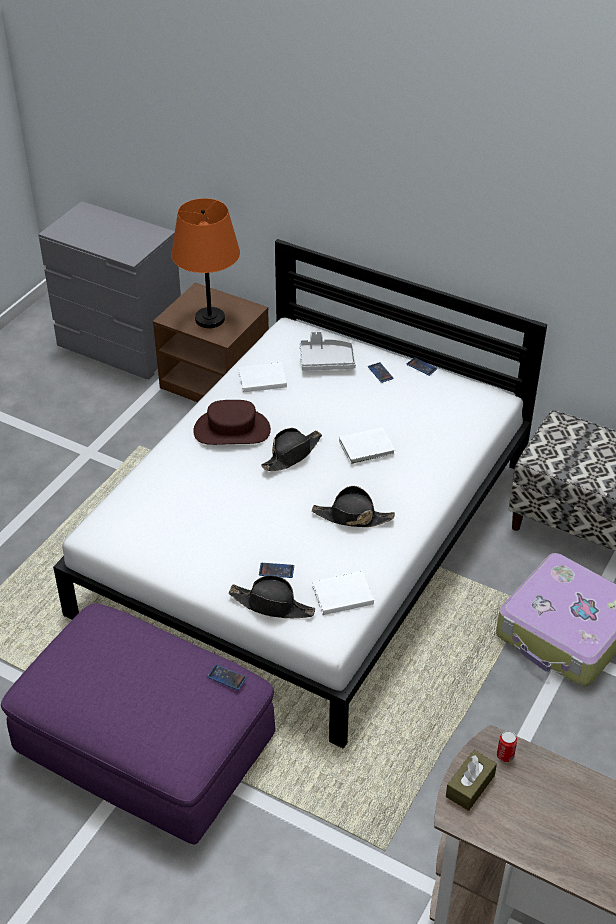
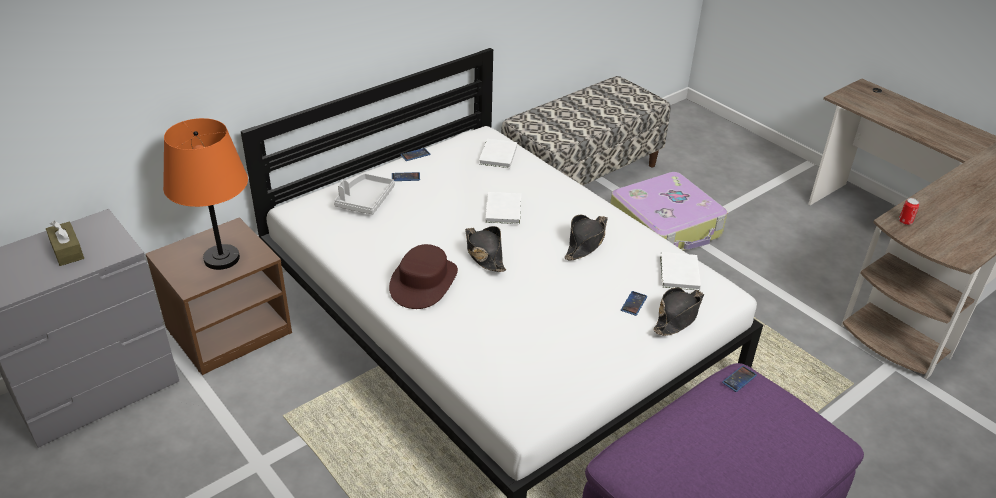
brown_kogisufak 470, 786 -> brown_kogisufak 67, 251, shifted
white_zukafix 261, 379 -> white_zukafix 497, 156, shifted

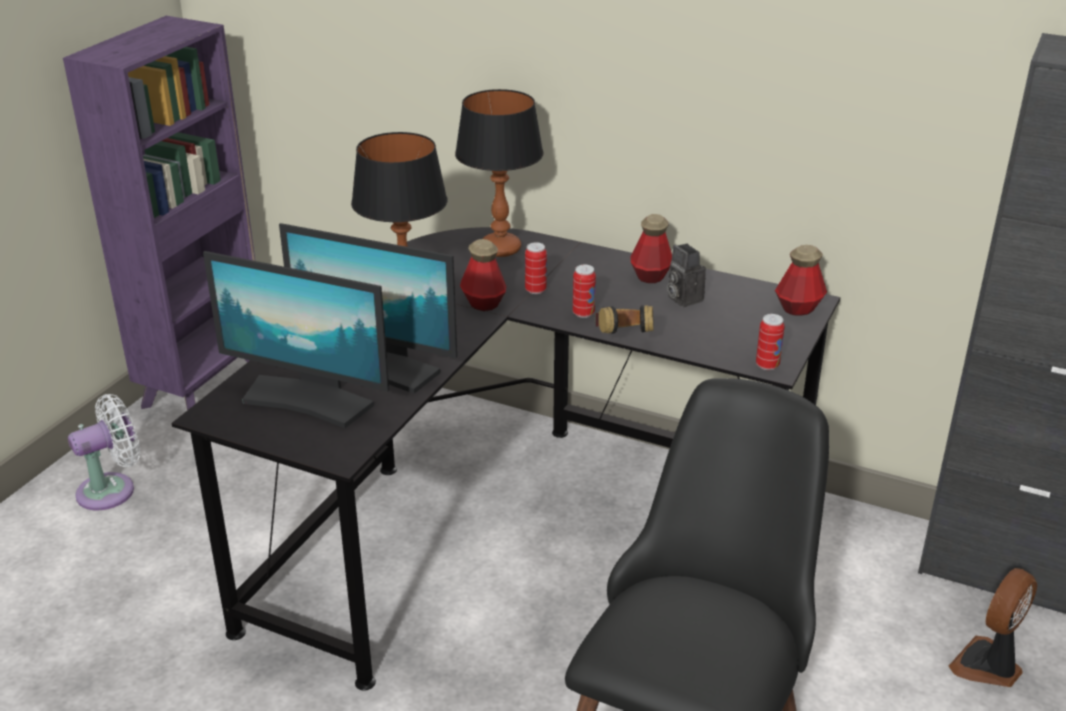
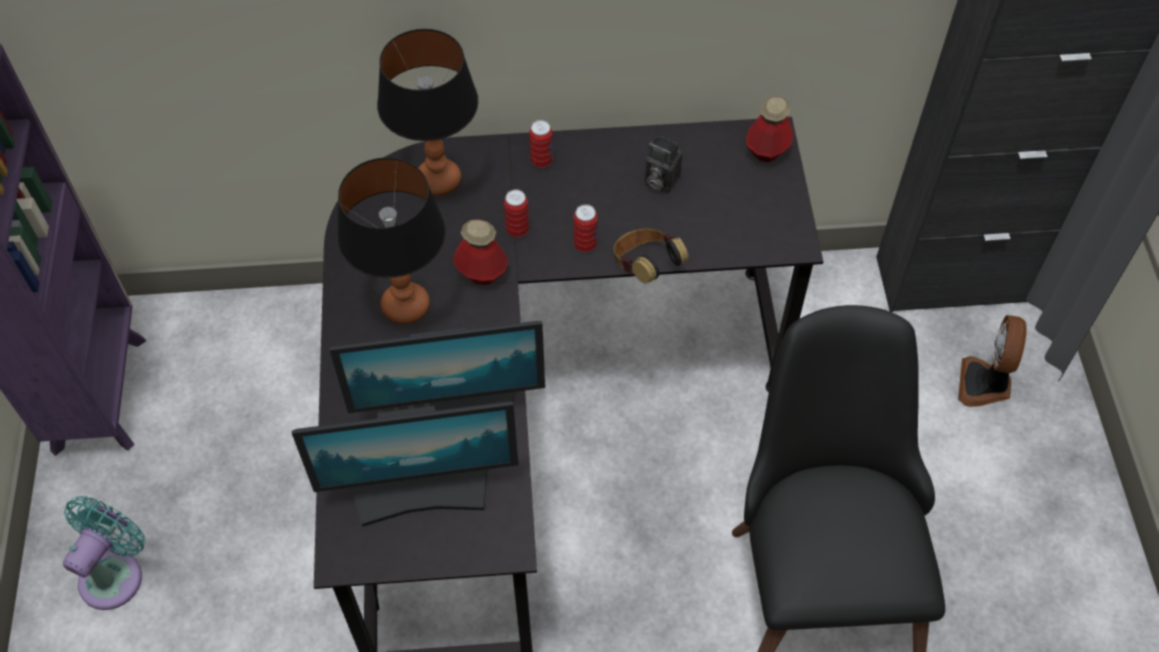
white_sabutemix 112, 490 -> turquoise_sabutemix 115, 573
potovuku 767, 365 -> potovuku 541, 161, shifted
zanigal 650, 276 -> none

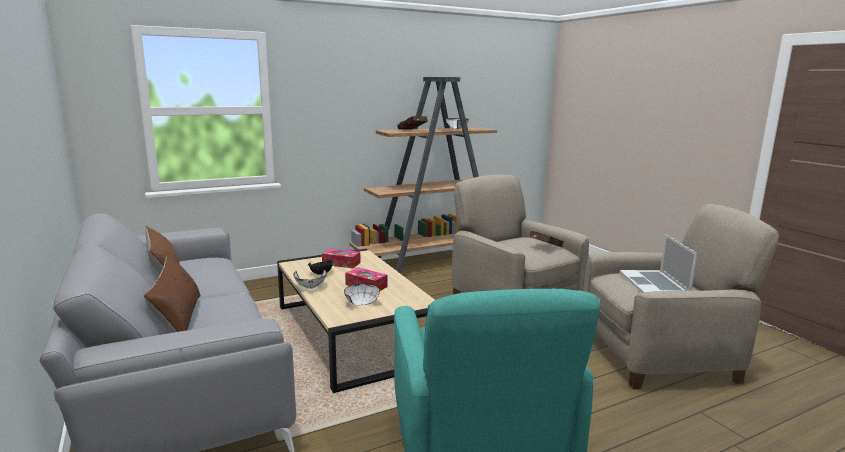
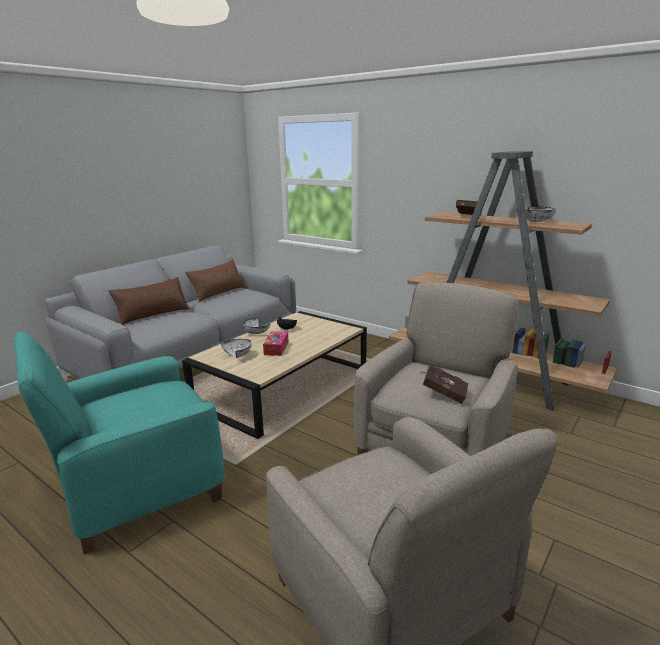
kogisufak 341, 263 -> none
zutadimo 654, 283 -> none

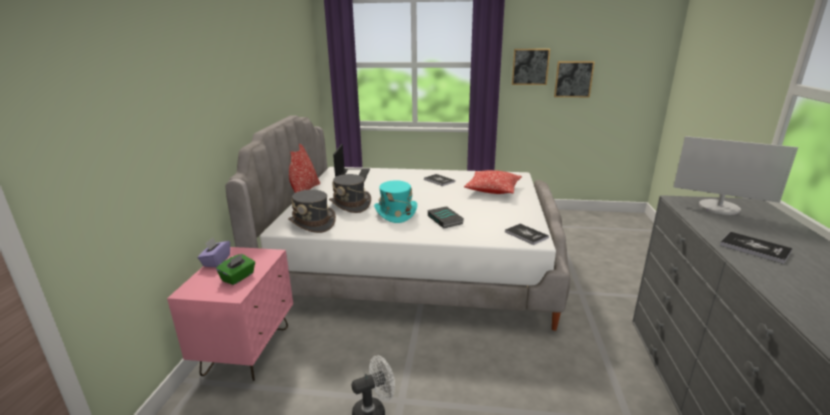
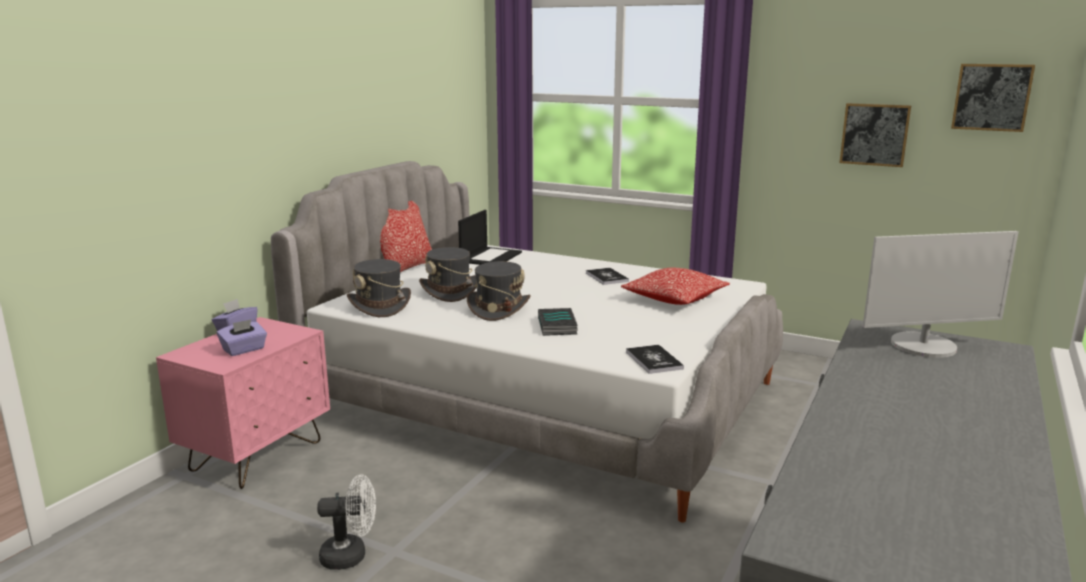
green_kogisufak 238, 277 -> purple_kogisufak 244, 350
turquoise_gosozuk 395, 213 -> grey_gosozuk 498, 308
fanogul 719, 207 -> fanogul 924, 346, 60 degrees counterclockwise
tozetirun 530, 66 -> tozetirun 991, 97, shifted
zukafix 754, 248 -> none

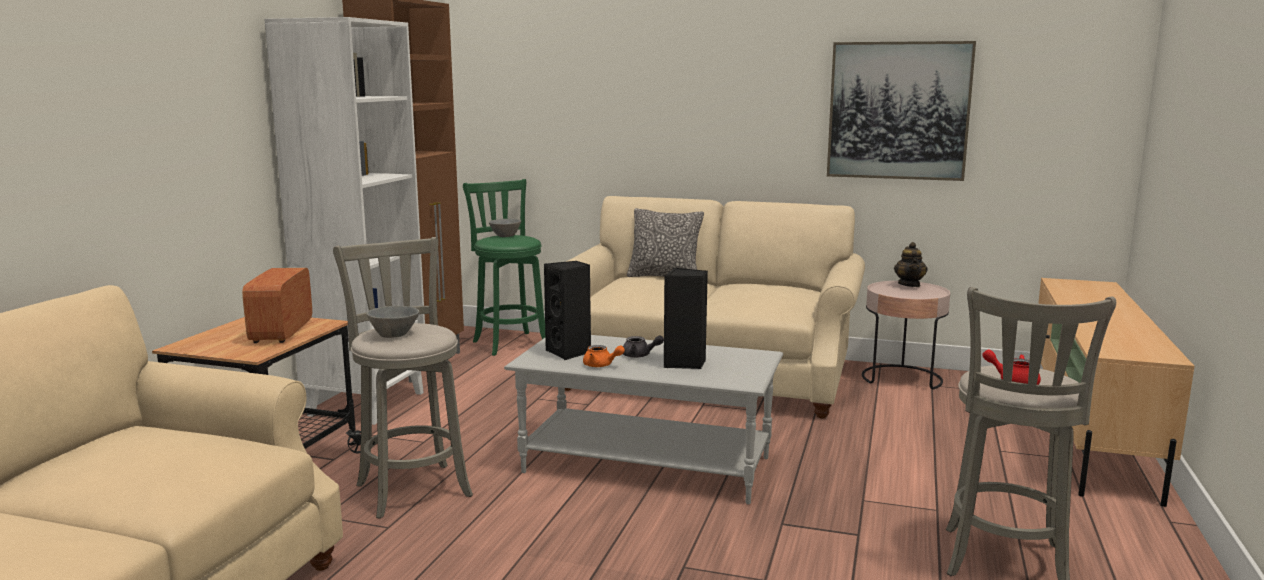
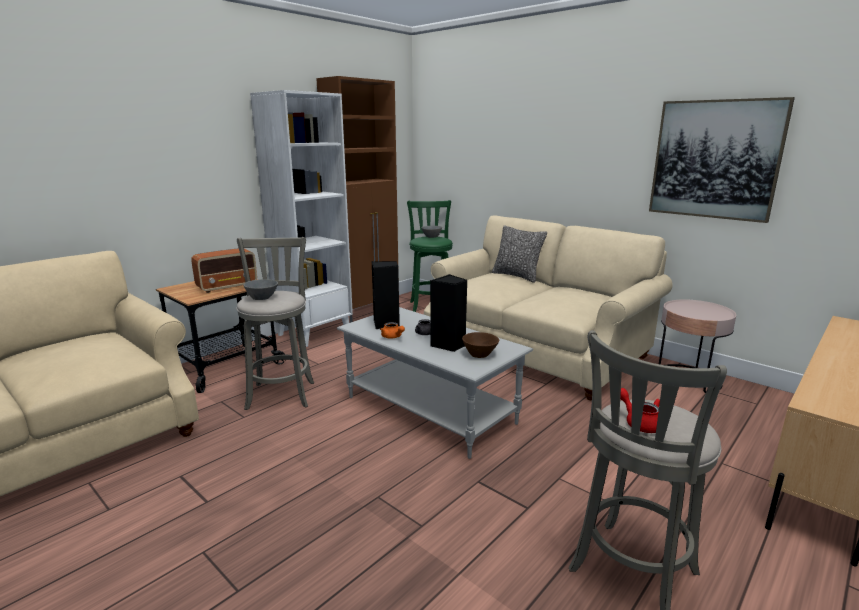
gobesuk 281, 332 -> gobesuk 228, 286, 150 degrees counterclockwise
none -> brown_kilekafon 481, 354
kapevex 909, 284 -> none

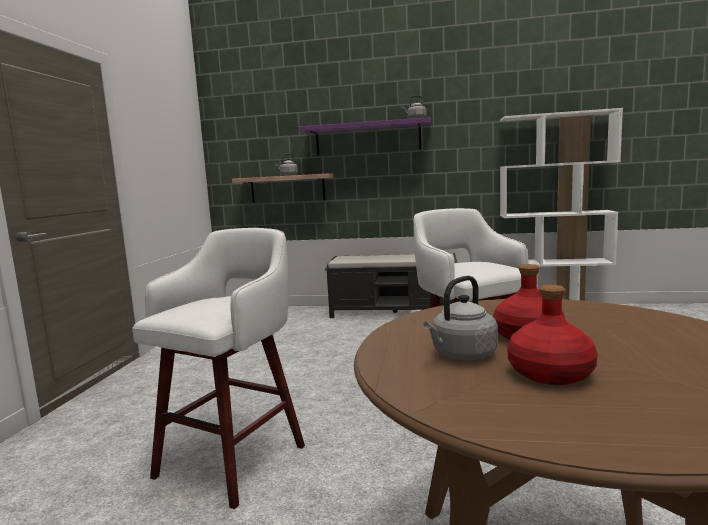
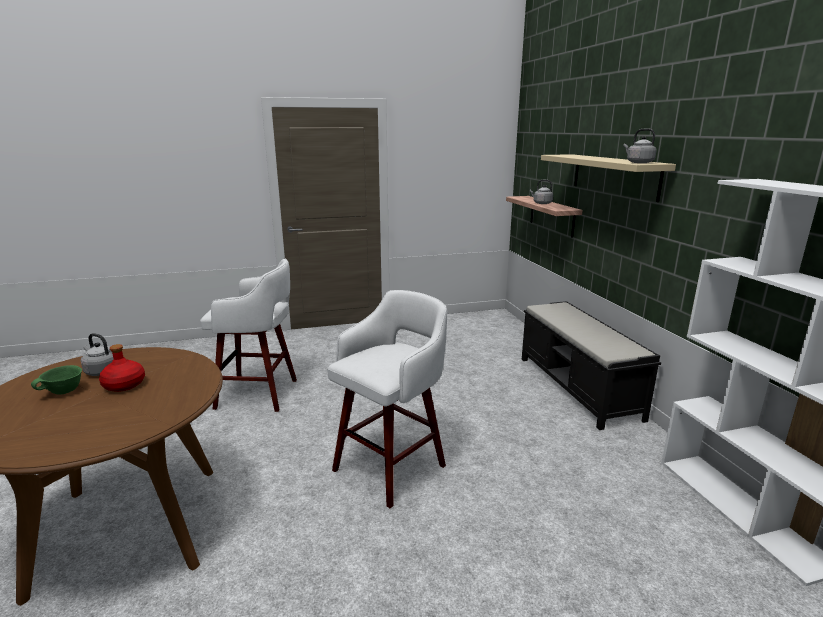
red_zanigal 549, 373 -> green_kilekafon 64, 392
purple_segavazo 367, 138 -> beige_segavazo 614, 176

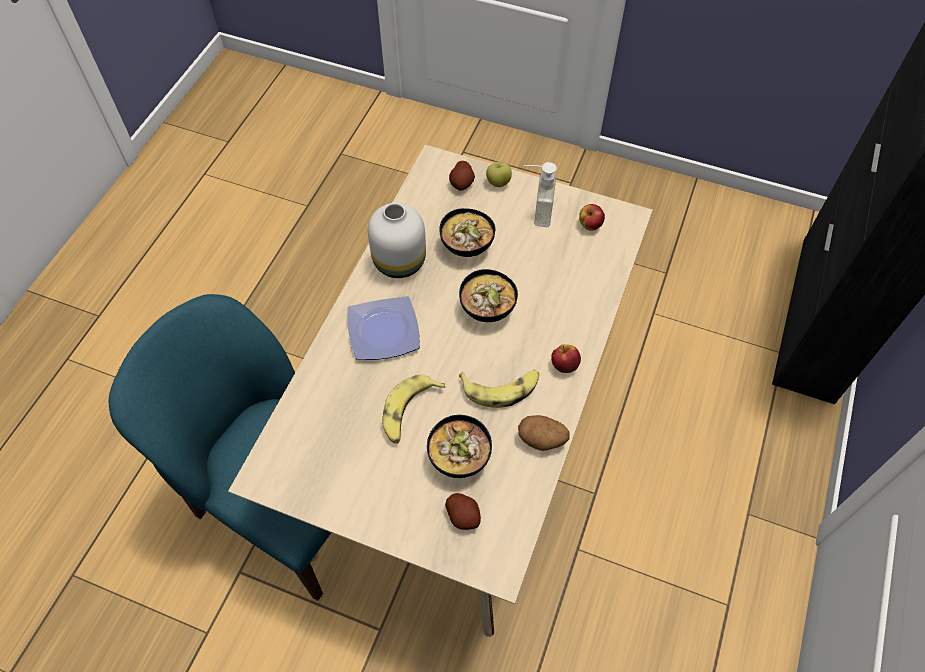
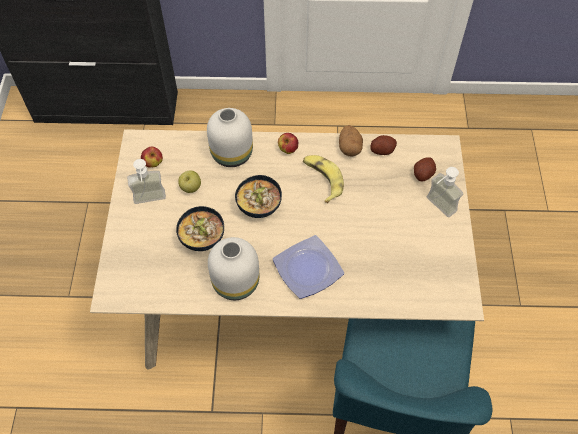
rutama 498, 182 -> rutama 191, 188, shifted
none -> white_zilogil 232, 153
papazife 462, 183 -> papazife 382, 150, shifted
none -> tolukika 436, 208
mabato 409, 412 -> none
kilekafon 460, 457 -> none

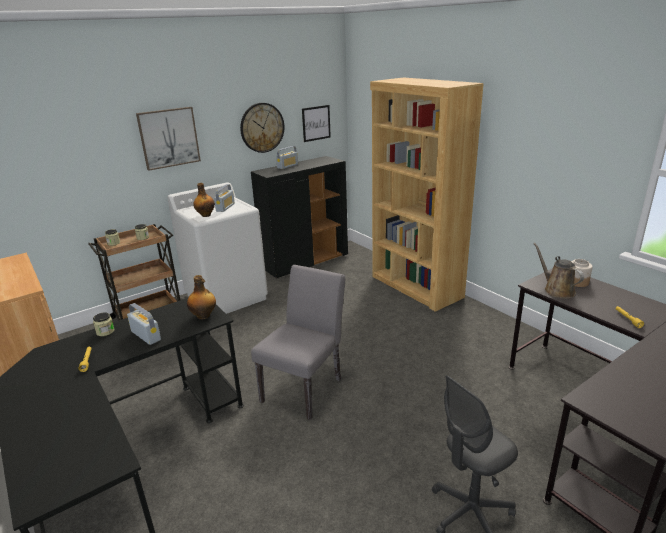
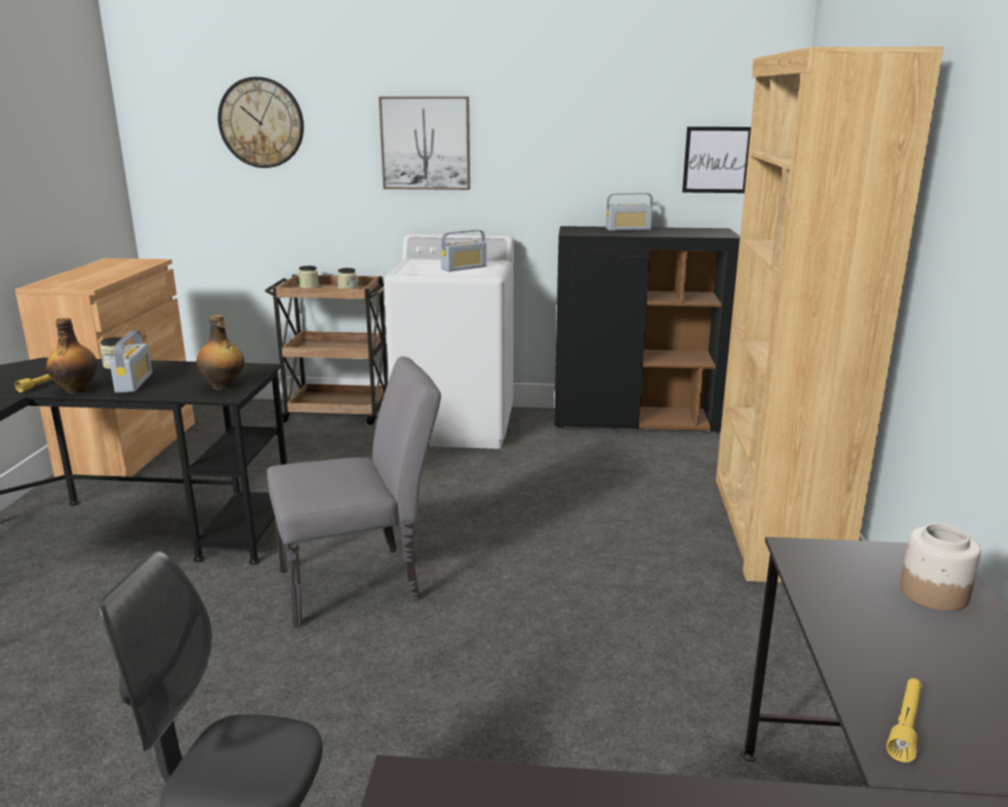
zanigal 206, 215 -> zanigal 77, 390, shifted
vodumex 262, 127 -> vodumex 261, 123, shifted
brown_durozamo 556, 290 -> none

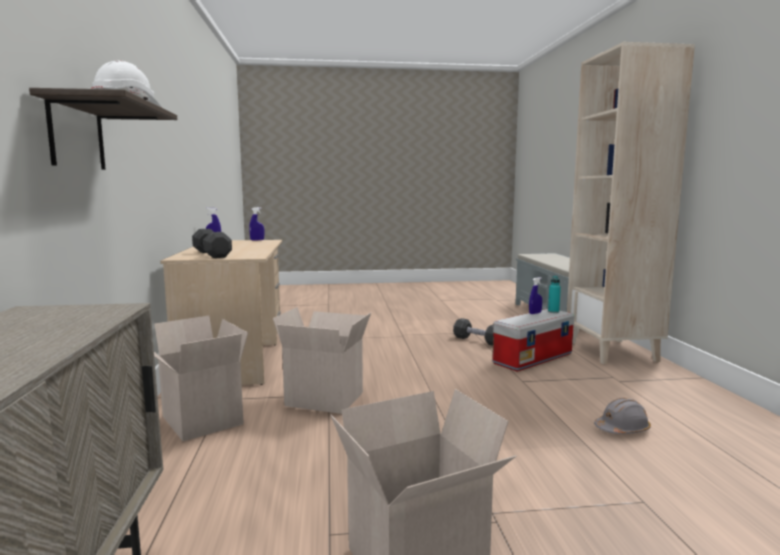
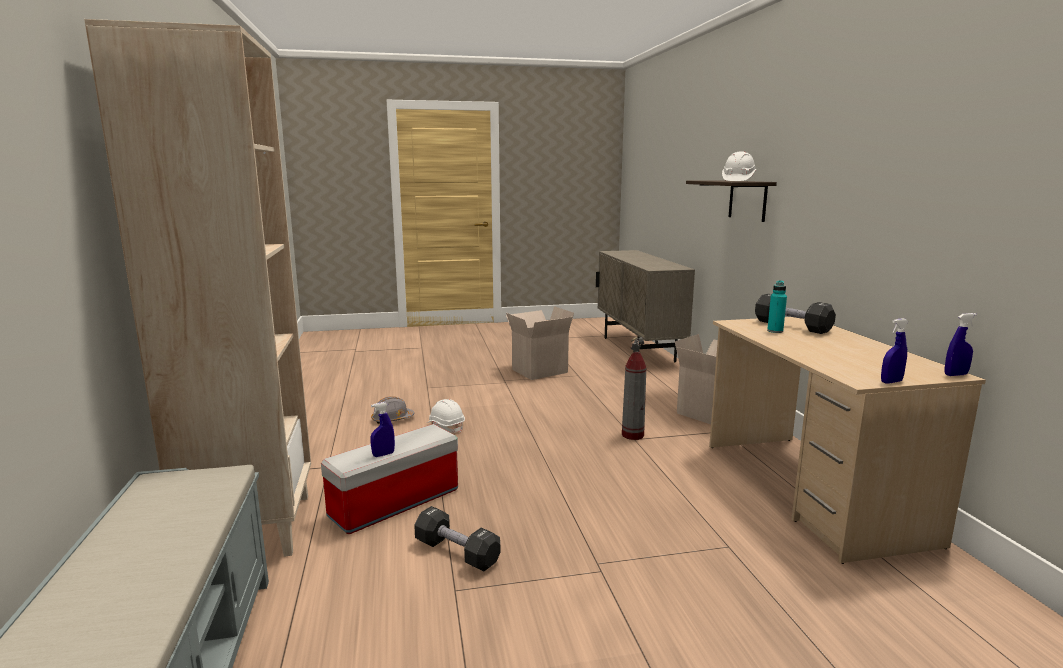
none -> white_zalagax 446, 426
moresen 326, 398 -> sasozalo 632, 435
turquoise_zanigal 553, 312 -> turquoise_zanigal 775, 331, shifted

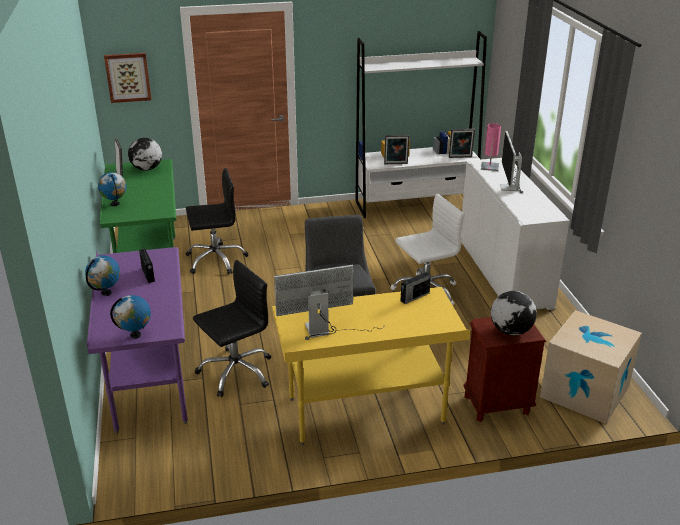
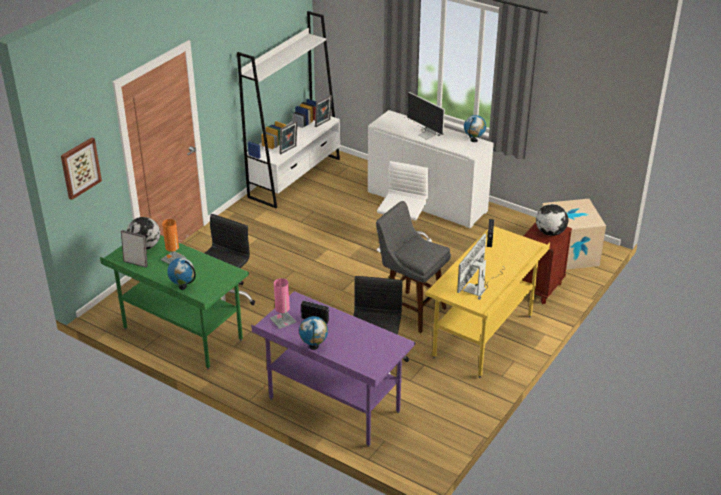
none -> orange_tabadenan 173, 259
pink_tabadenan 489, 166 -> pink_tabadenan 283, 320, shifted
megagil 135, 335 -> megagil 474, 140, shifted

